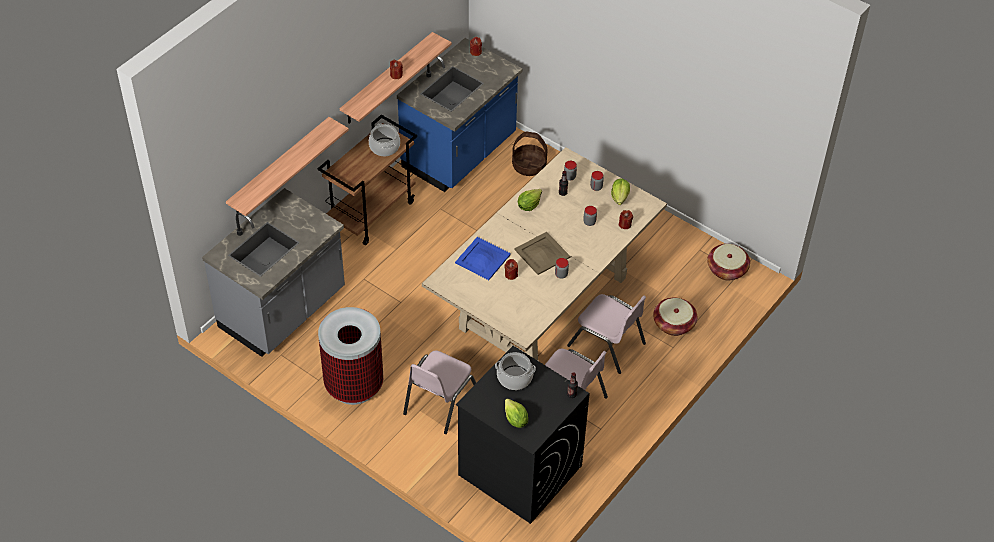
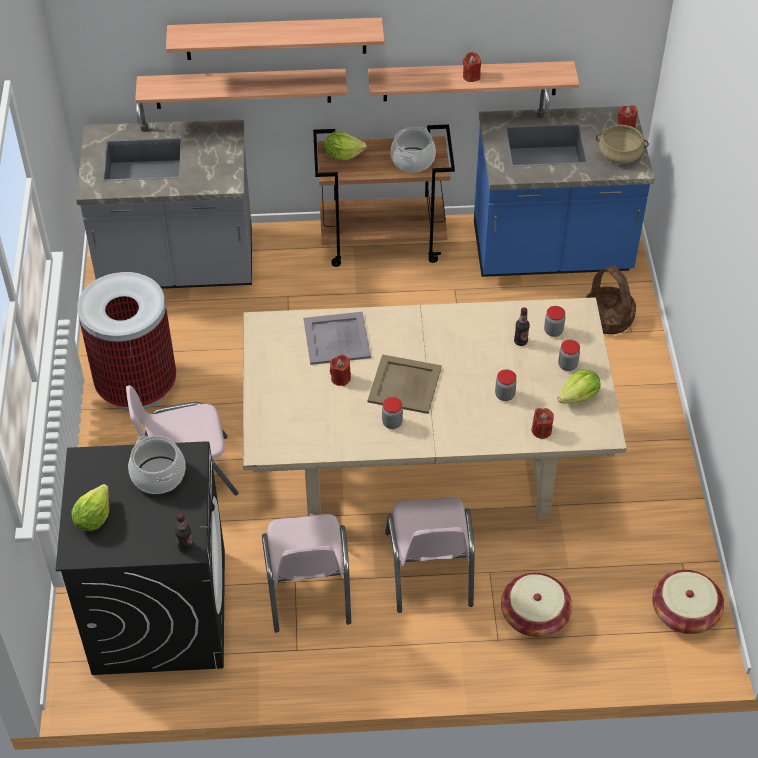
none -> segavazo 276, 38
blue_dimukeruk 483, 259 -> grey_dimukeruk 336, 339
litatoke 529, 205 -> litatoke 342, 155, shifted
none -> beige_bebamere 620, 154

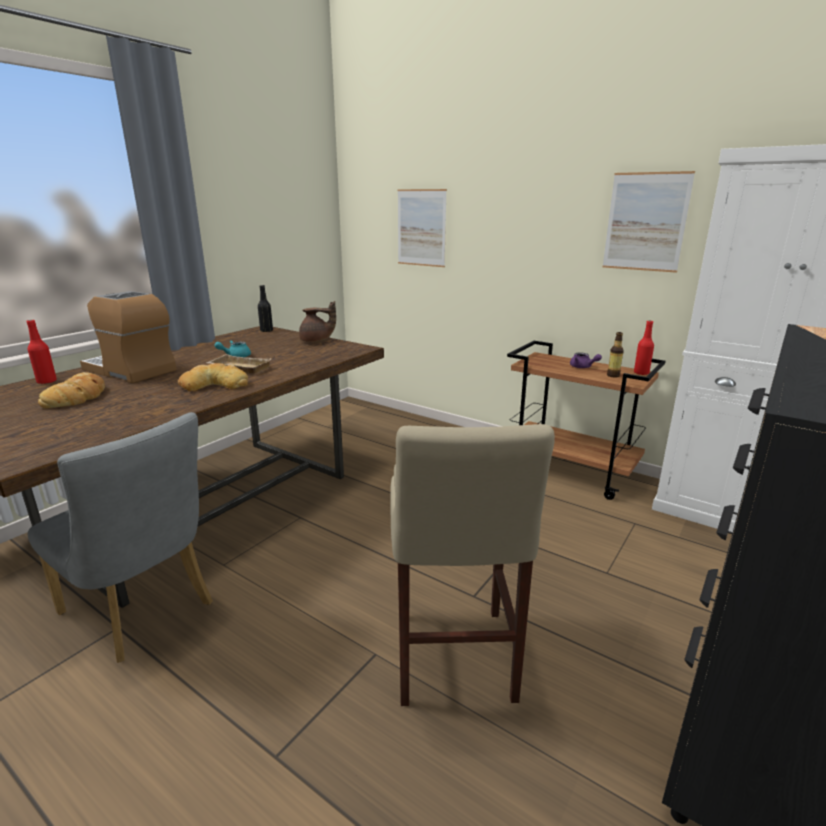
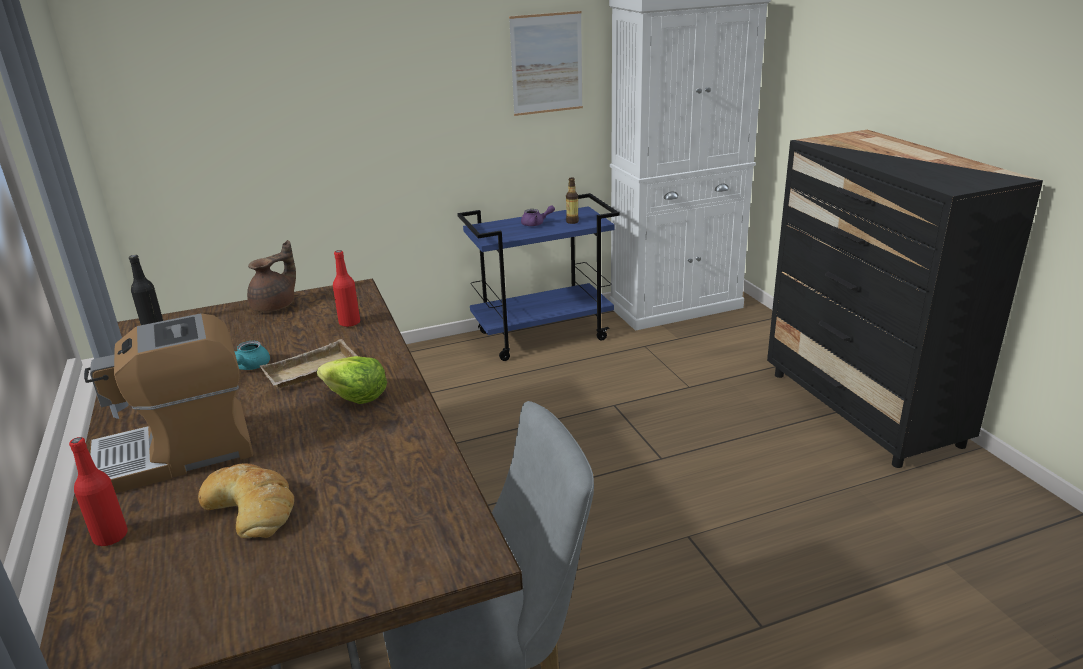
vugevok 214, 384 -> litatoke 356, 397
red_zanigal 641, 373 -> red_zanigal 349, 323, shifted
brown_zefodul 571, 472 -> blue_zefodul 543, 335
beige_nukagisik 453, 661 -> none
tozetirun 421, 228 -> none

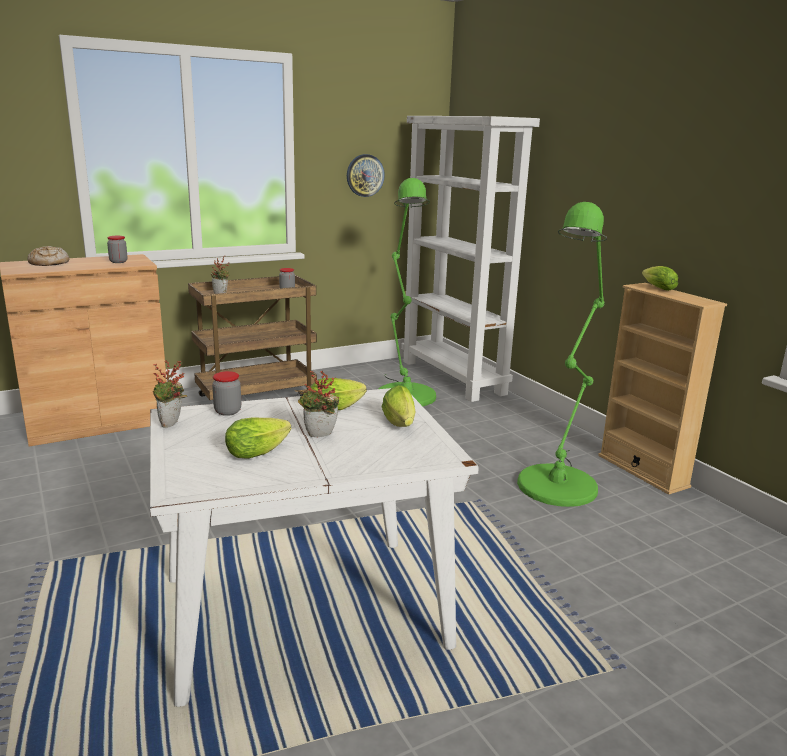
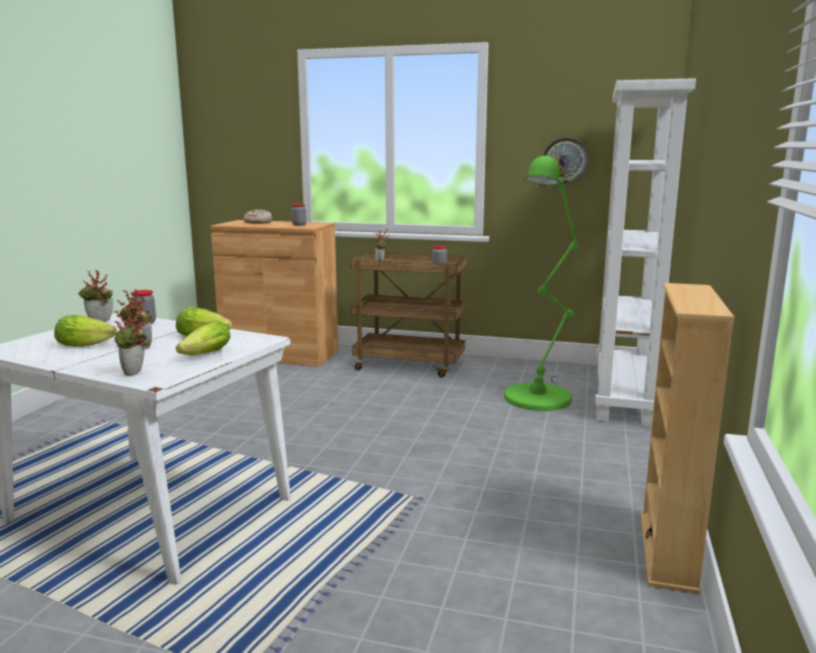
none -> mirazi 135, 373
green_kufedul 560, 481 -> none
litatoke 656, 288 -> none

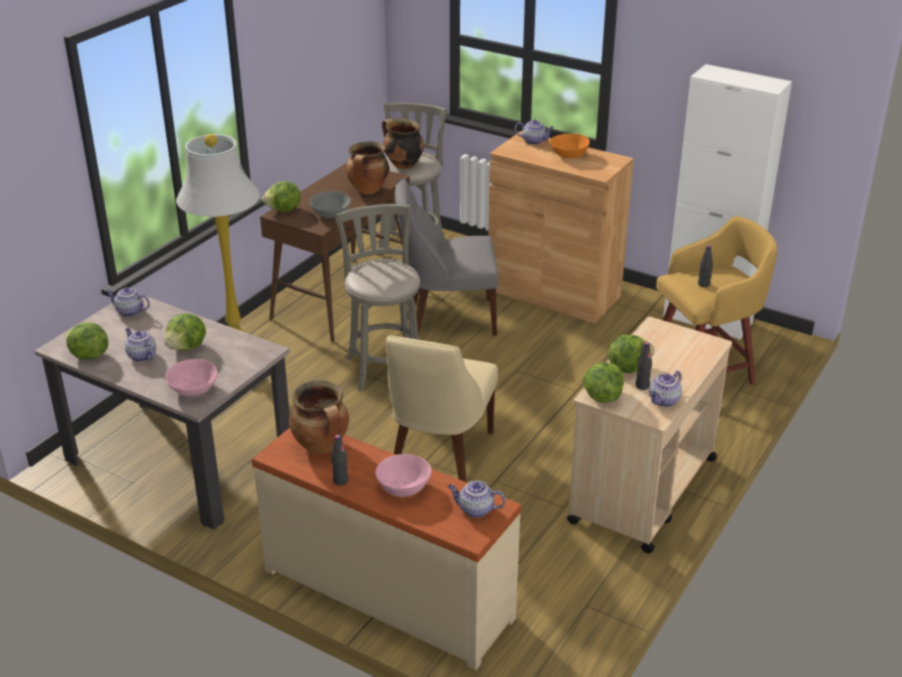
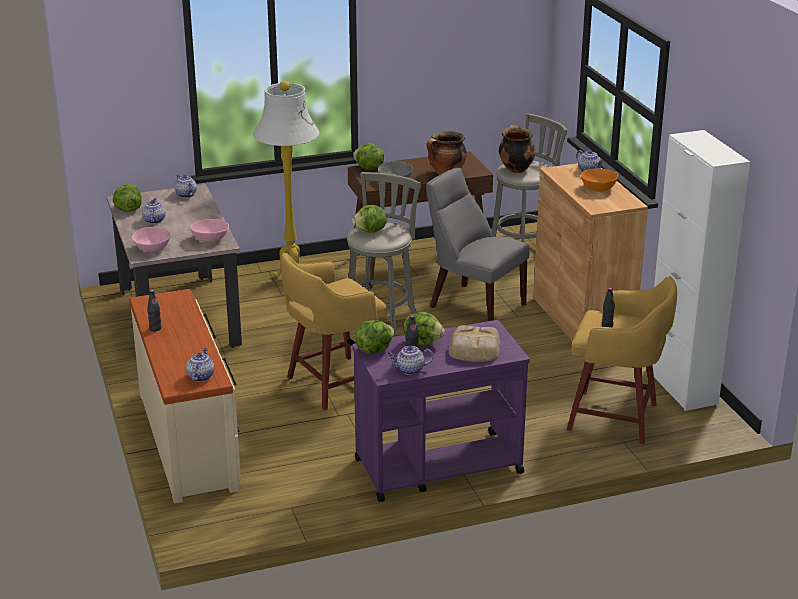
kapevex 475, 510 -> kapevex 200, 376, 45 degrees clockwise
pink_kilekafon 403, 487 -> pink_kilekafon 210, 239, shifted
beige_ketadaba 439, 456 -> yellow_nukagisik 333, 383
litatoke 187, 348 -> litatoke 370, 231, shifted
beige_zefodul 642, 490 -> purple_zefodul 437, 466
none -> vugevok 473, 349
bebamere 322, 446 -> none

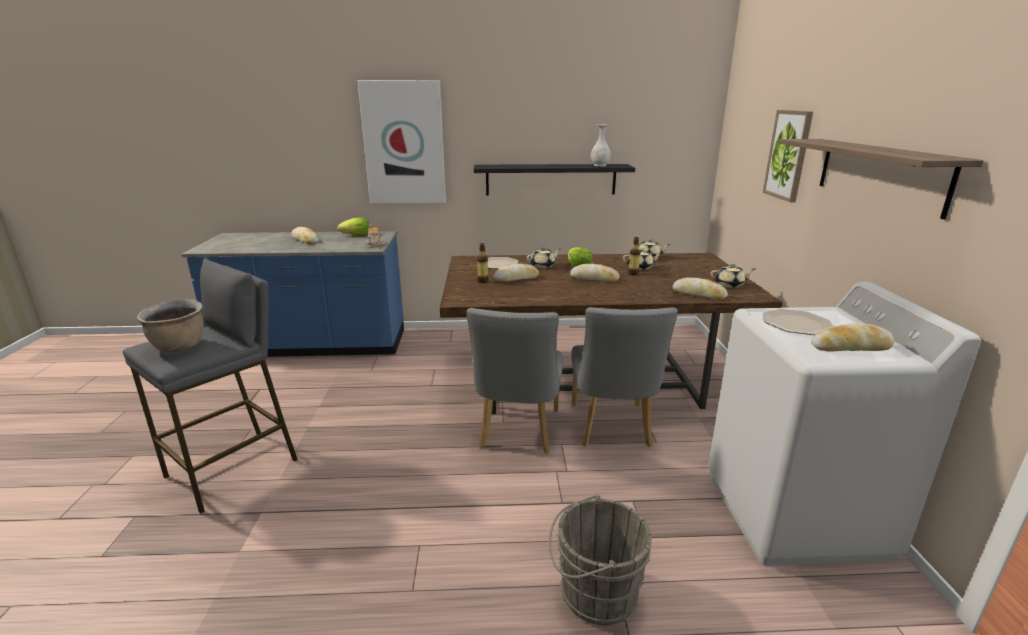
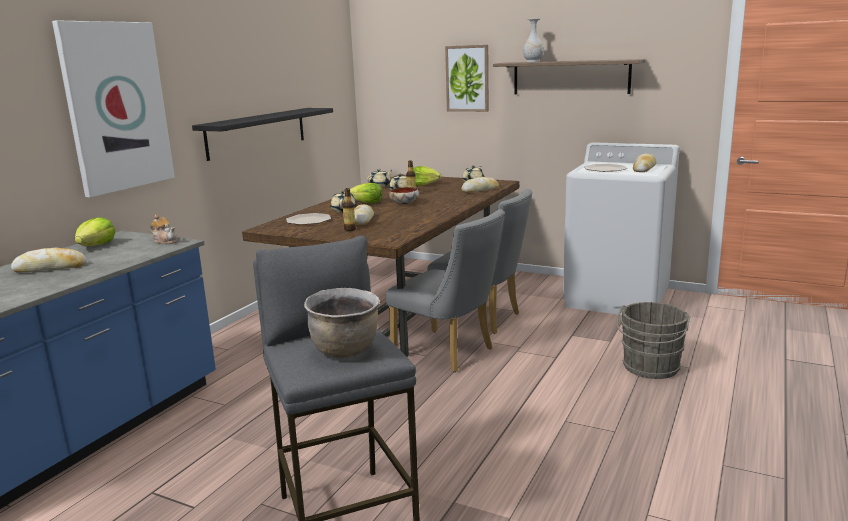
vugevok 594, 278 -> kilekafon 404, 203
none -> litatoke 424, 184
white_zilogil 599, 165 -> white_zilogil 533, 62, shifted

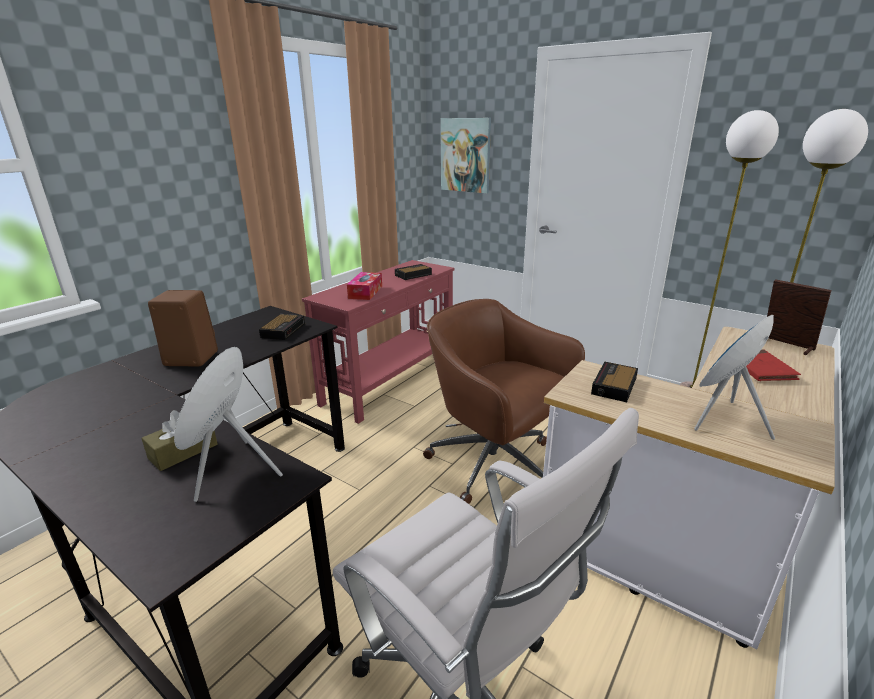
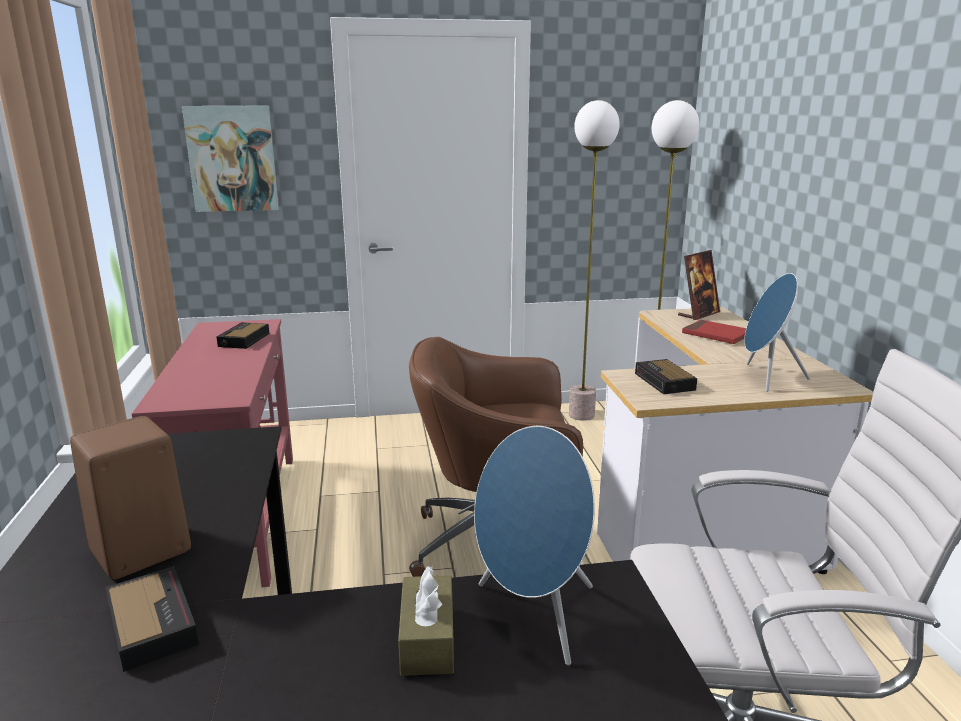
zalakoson 284, 330 -> zalakoson 152, 622, shifted
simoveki 785, 345 -> simoveki 698, 314, 135 degrees clockwise
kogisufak 365, 292 -> none

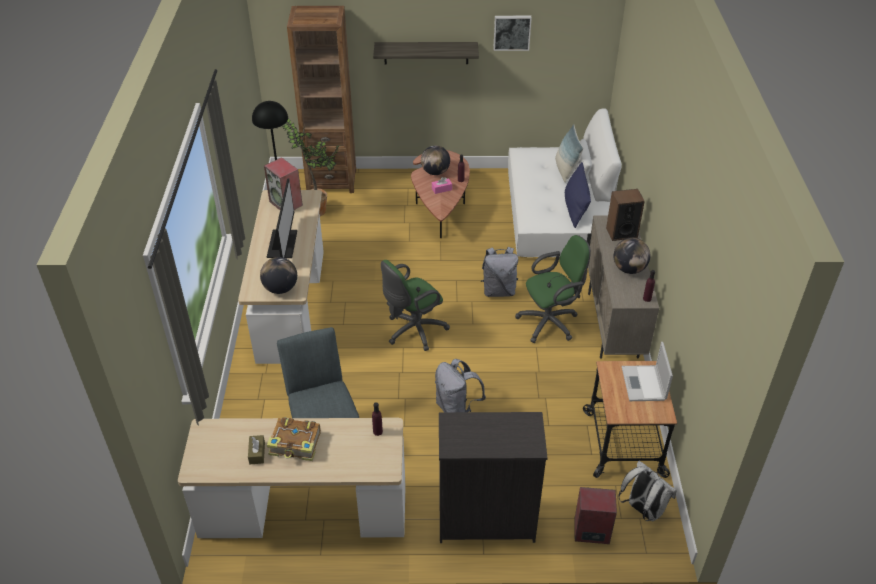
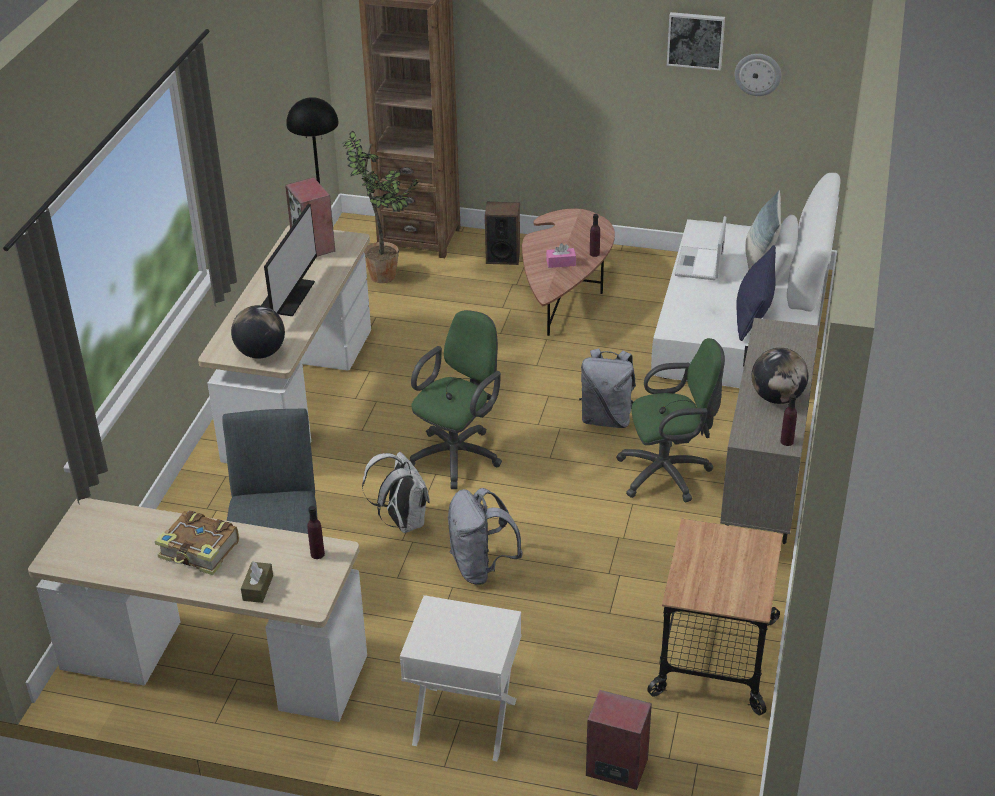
brown_kogisufak 257, 453 -> brown_kogisufak 258, 588, shifted
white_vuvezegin 642, 509 -> white_vuvezegin 402, 521, shifted
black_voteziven 485, 520 -> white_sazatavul 464, 723
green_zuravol 413, 331 -> green_zuravol 458, 454, 150 degrees clockwise
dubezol 621, 233 -> dubezol 502, 257, shifted
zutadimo 644, 384 -> zutadimo 699, 265, shifted
none -> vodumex 758, 74
segavazo 426, 53 -> none
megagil 435, 172 -> none

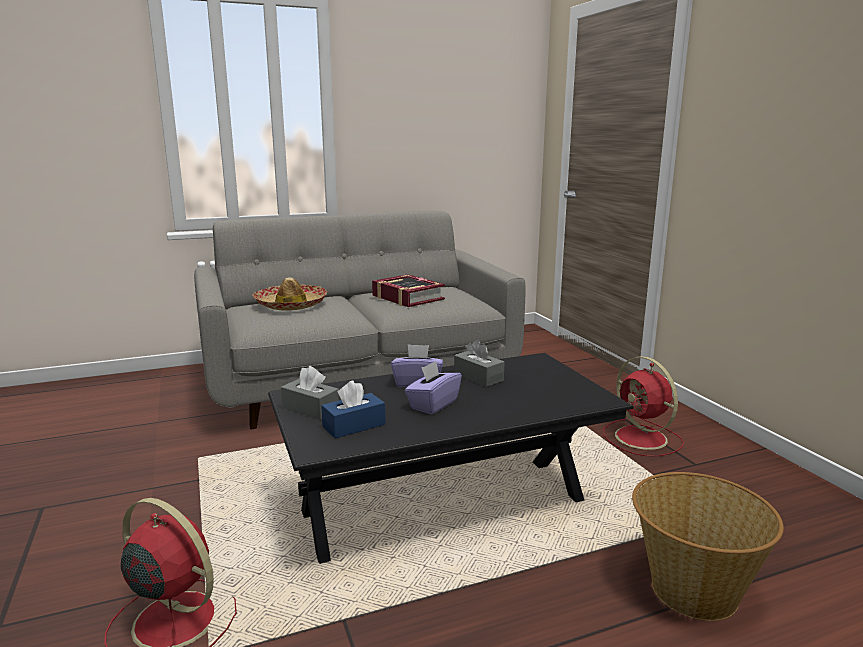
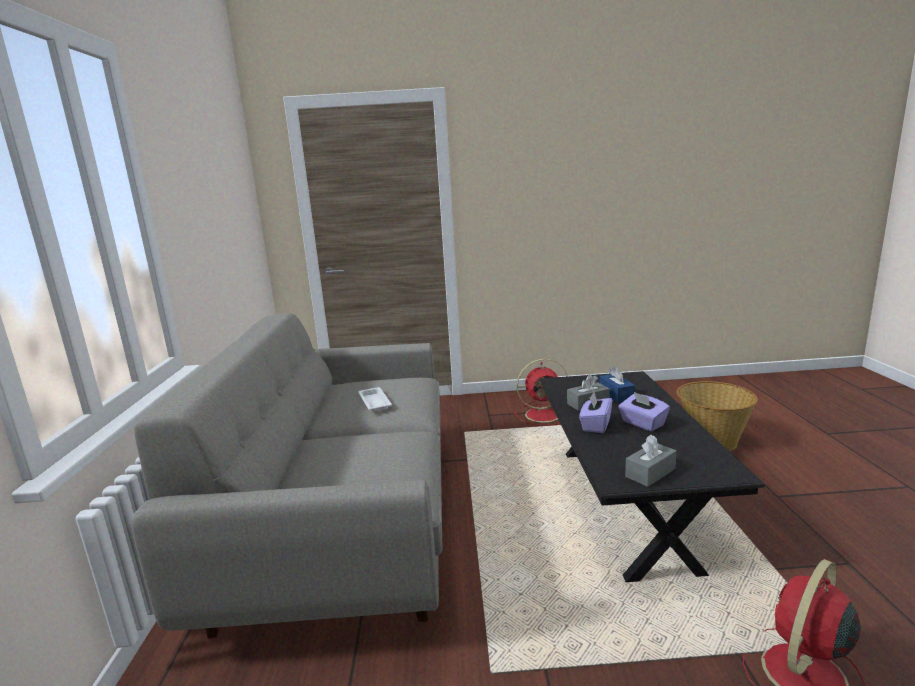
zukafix 407, 298 -> white_dimukeruk 374, 402
blue_kogisufak 354, 426 -> blue_kogisufak 616, 395, shifted
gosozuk 290, 305 -> none

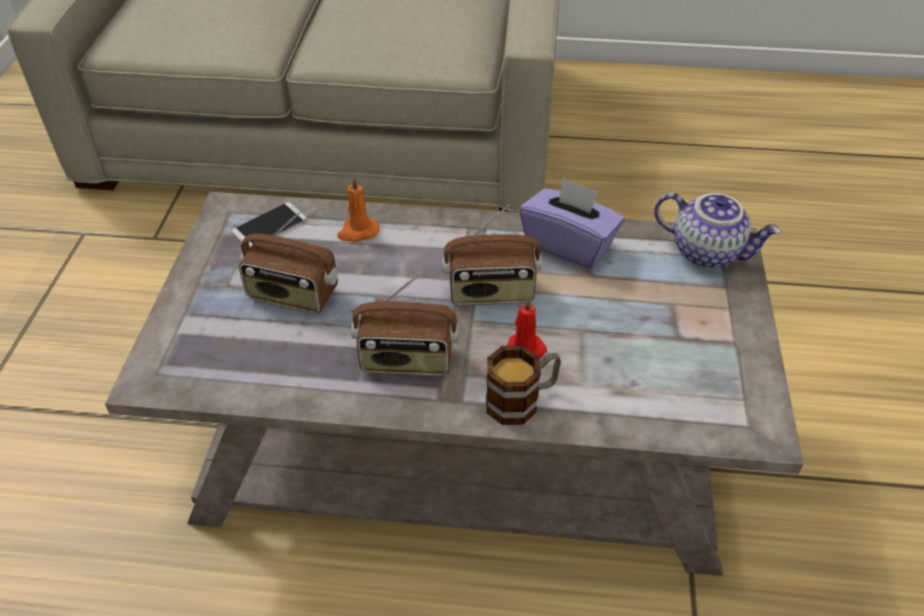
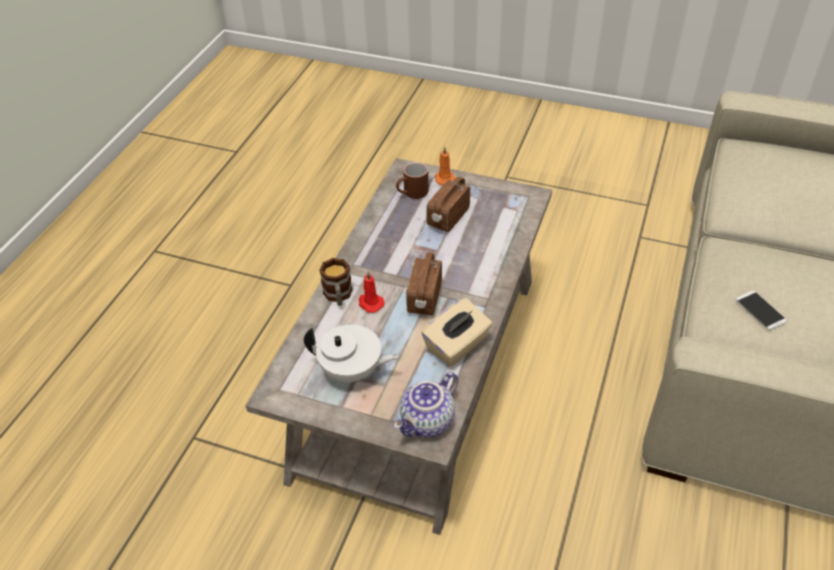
none -> white_kapevex 352, 371
none -> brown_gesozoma 412, 193
purple_kogisufak 569, 244 -> beige_kogisufak 457, 346
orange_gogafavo 358, 232 -> orange_gogafavo 444, 178, shifted
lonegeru 270, 226 -> lonegeru 760, 310, shifted
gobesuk 407, 361 -> none

